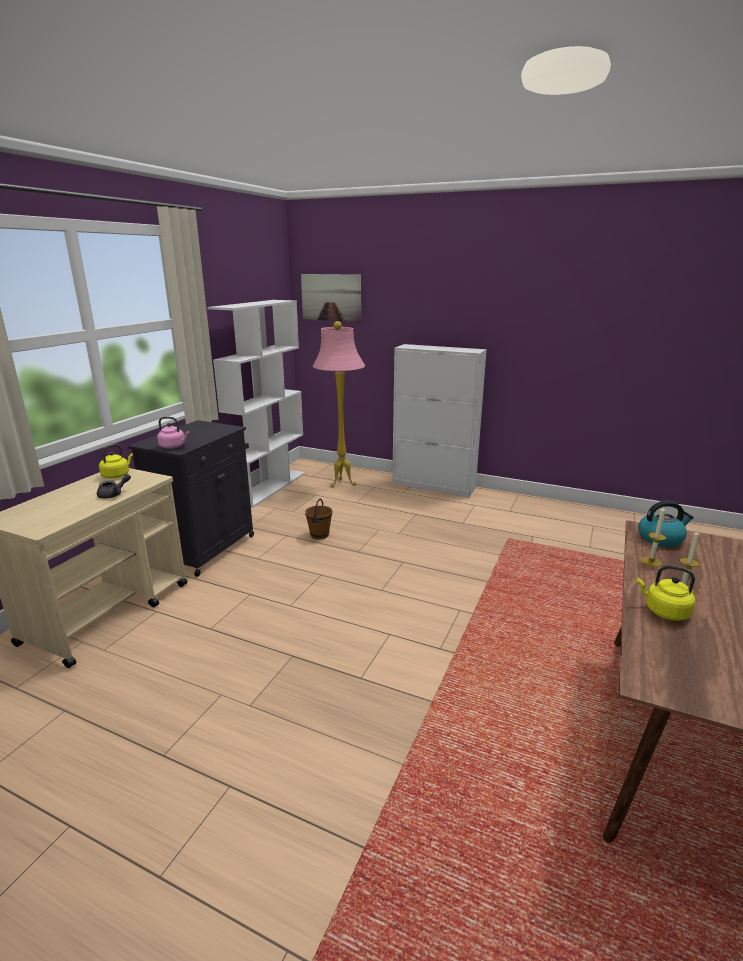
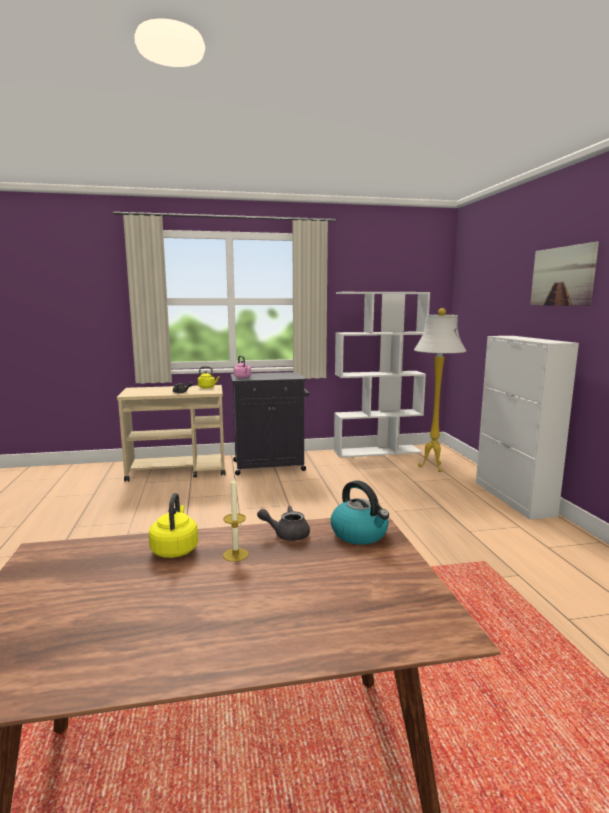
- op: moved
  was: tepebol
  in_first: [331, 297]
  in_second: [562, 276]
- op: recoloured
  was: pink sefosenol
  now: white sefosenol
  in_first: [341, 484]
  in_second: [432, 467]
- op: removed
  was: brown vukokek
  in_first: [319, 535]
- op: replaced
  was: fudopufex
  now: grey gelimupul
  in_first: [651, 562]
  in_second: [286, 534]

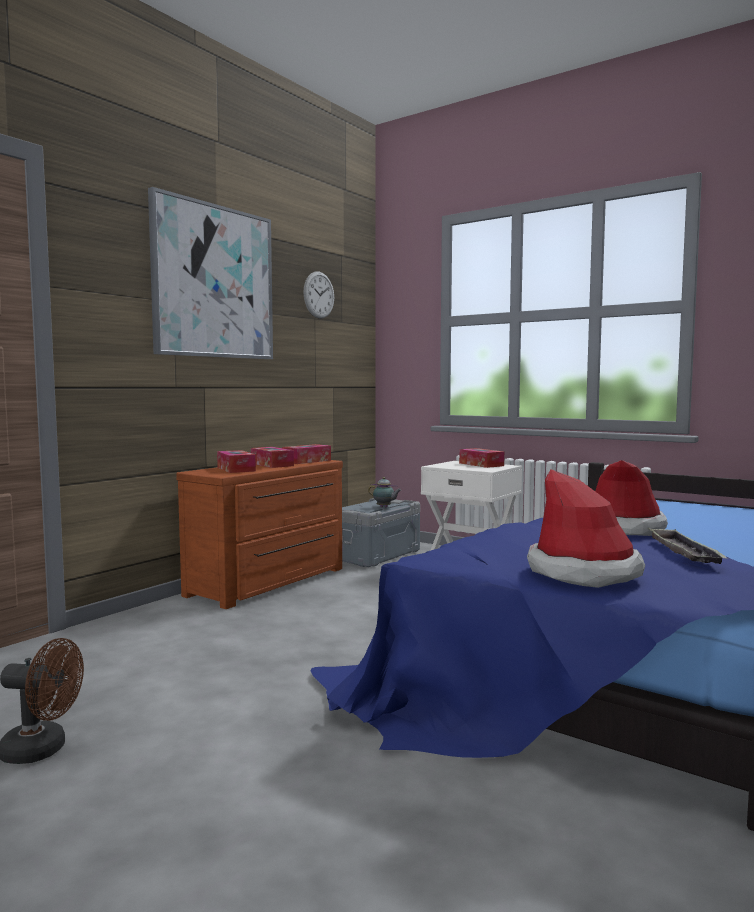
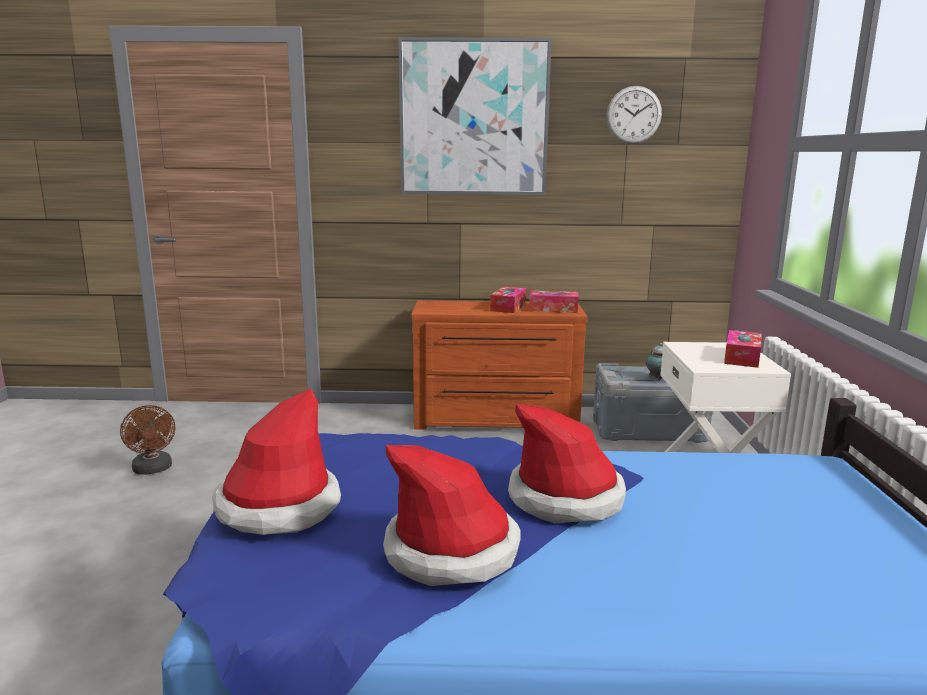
- op: removed
  was: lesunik
  in_first: [236, 469]
- op: replaced
  was: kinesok
  now: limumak
  in_first: [683, 552]
  in_second: [452, 550]

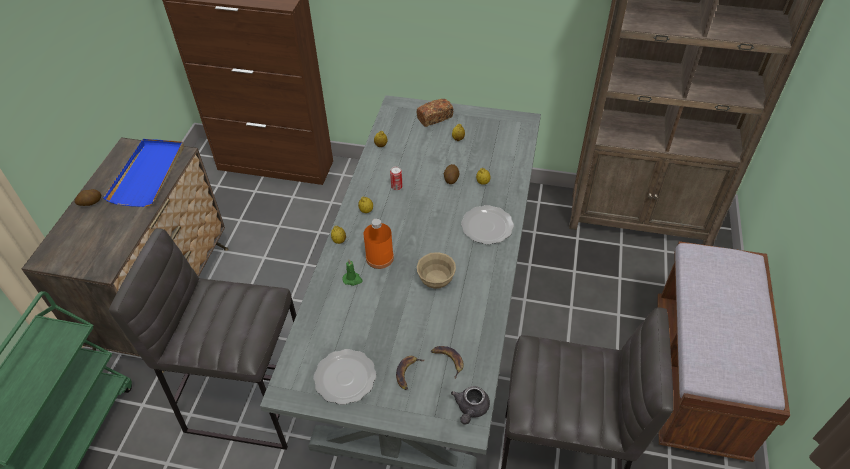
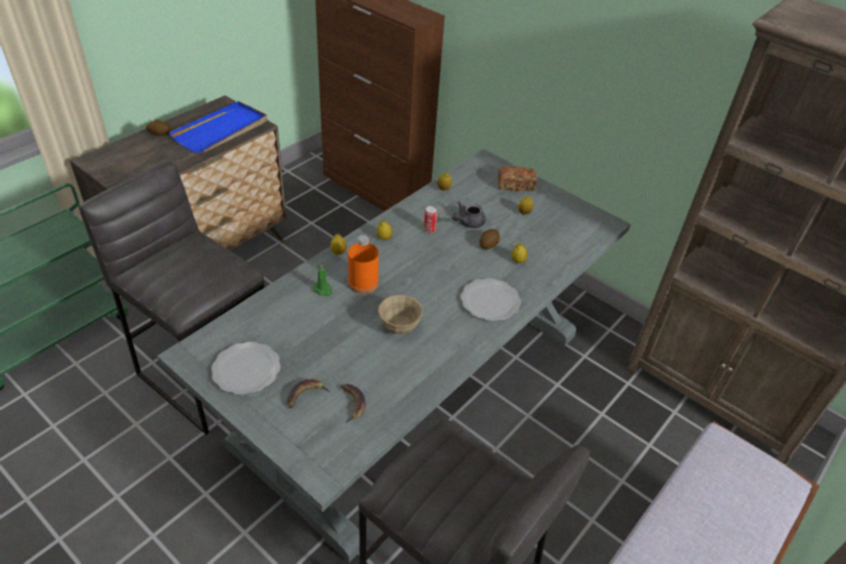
- op: moved
  was: grey gelimupul
  in_first: [470, 409]
  in_second: [467, 222]

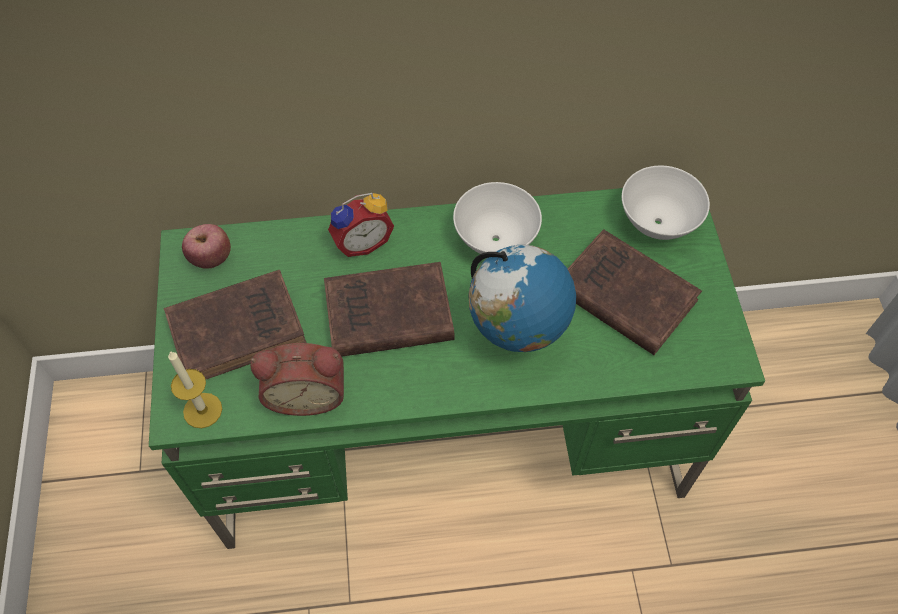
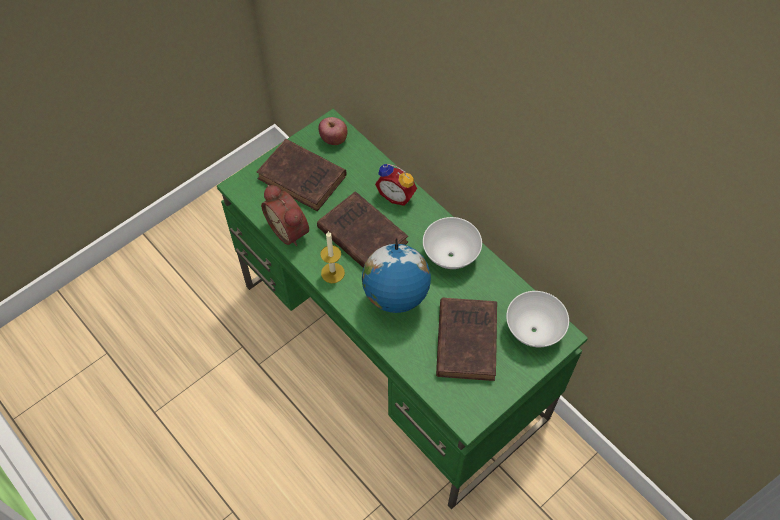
- op: moved
  was: fudopufex
  in_first: [202, 410]
  in_second: [332, 273]

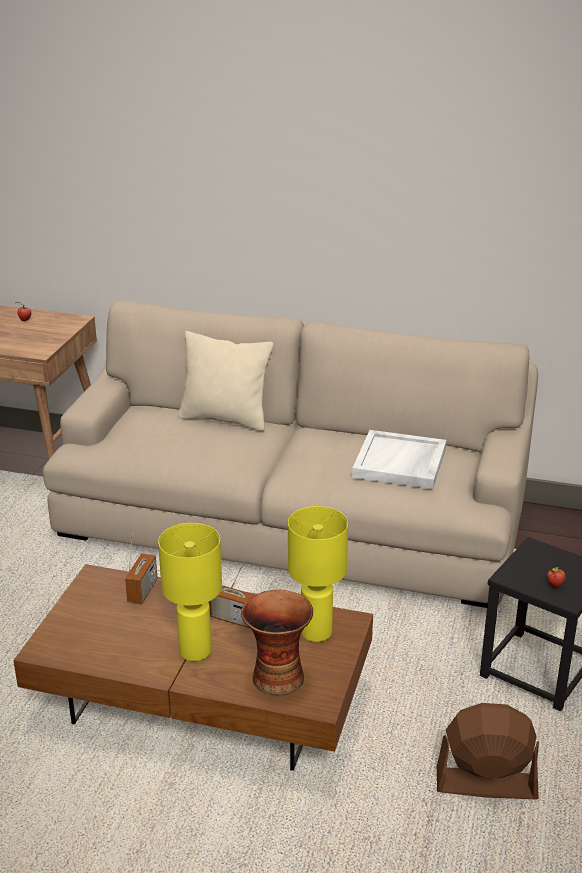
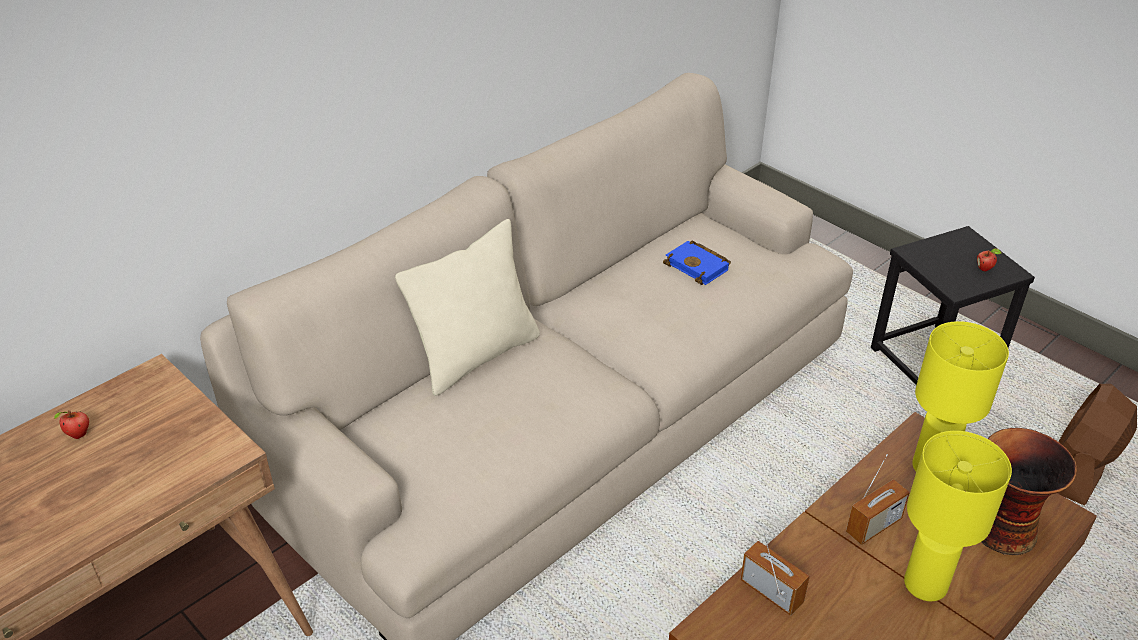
- op: replaced
  was: white kinesok
  now: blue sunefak
  in_first: [400, 463]
  in_second: [699, 266]

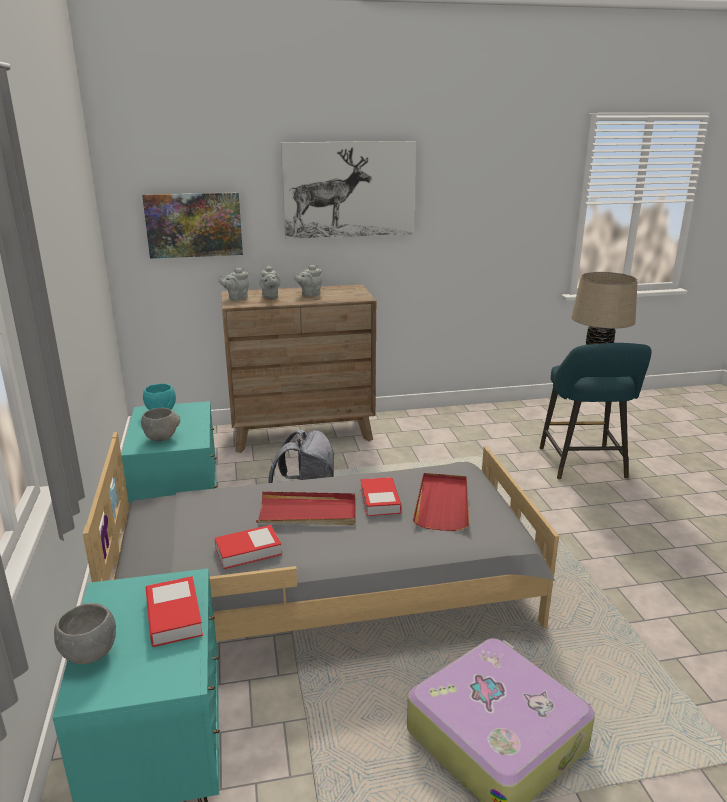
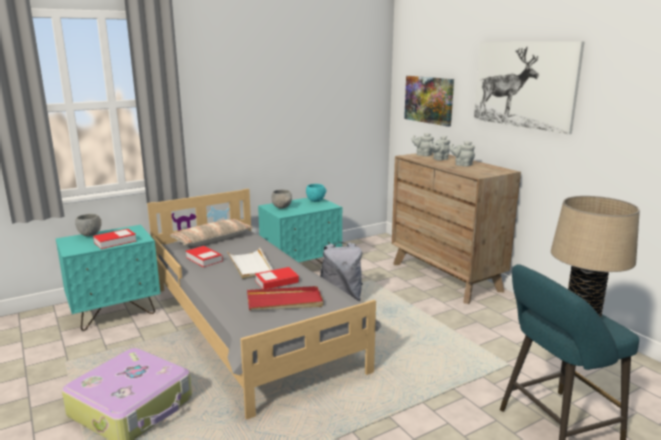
- op: recoloured
  was: red kinesok
  now: white kinesok
  in_first: [308, 513]
  in_second: [250, 265]
- op: added
  now: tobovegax
  in_second: [212, 239]

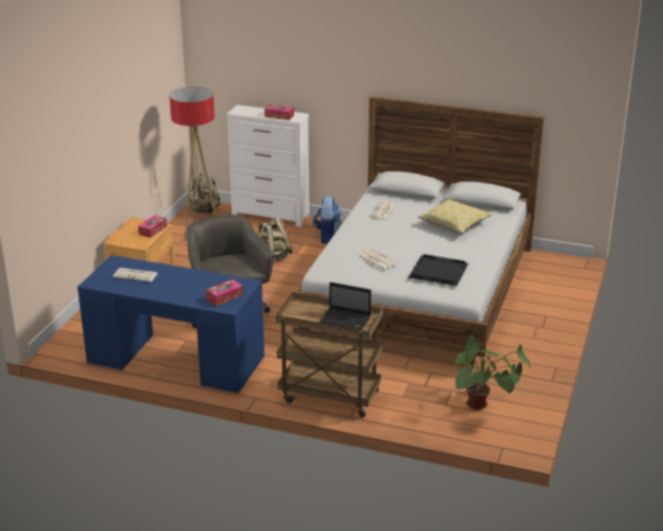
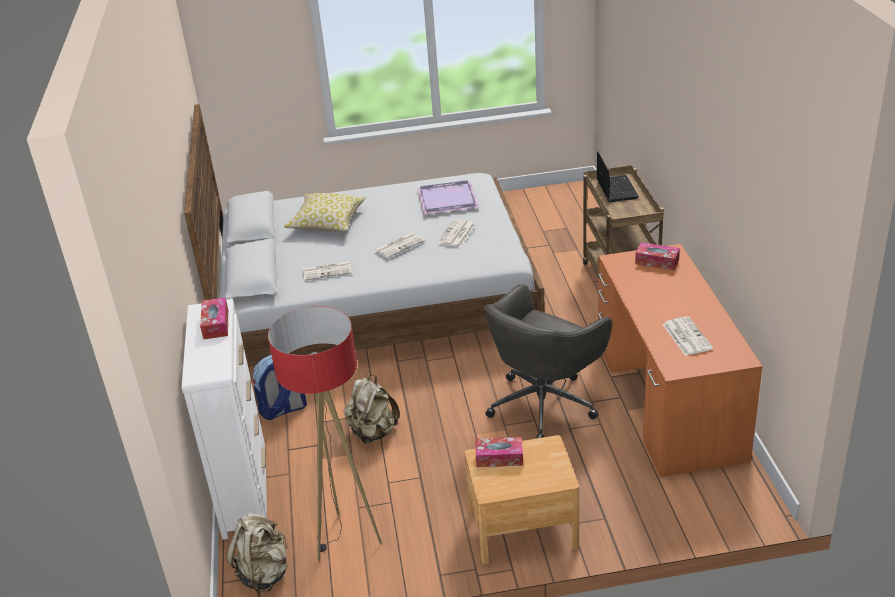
- op: recoloured
  was: black kinesok
  now: purple kinesok
  in_first: [439, 273]
  in_second: [448, 199]
- op: recoloured
  was: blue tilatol
  now: orange tilatol
  in_first: [175, 359]
  in_second: [667, 399]
- op: removed
  was: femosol
  in_first: [485, 409]
- op: added
  now: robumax
  in_second: [399, 245]

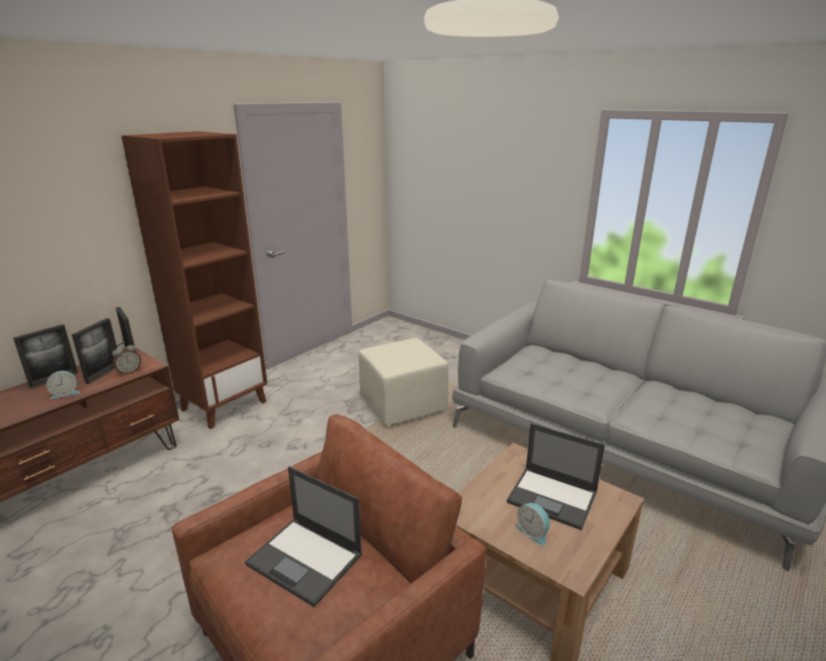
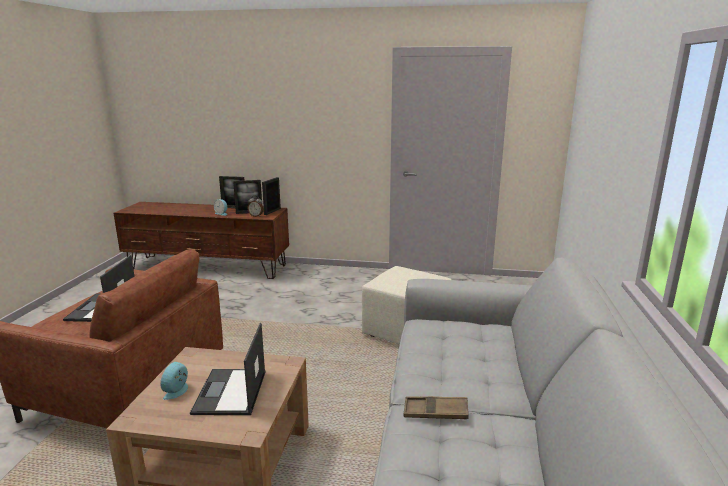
- op: removed
  was: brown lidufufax
  in_first: [224, 405]
- op: added
  now: brown kinesok
  in_second: [435, 412]

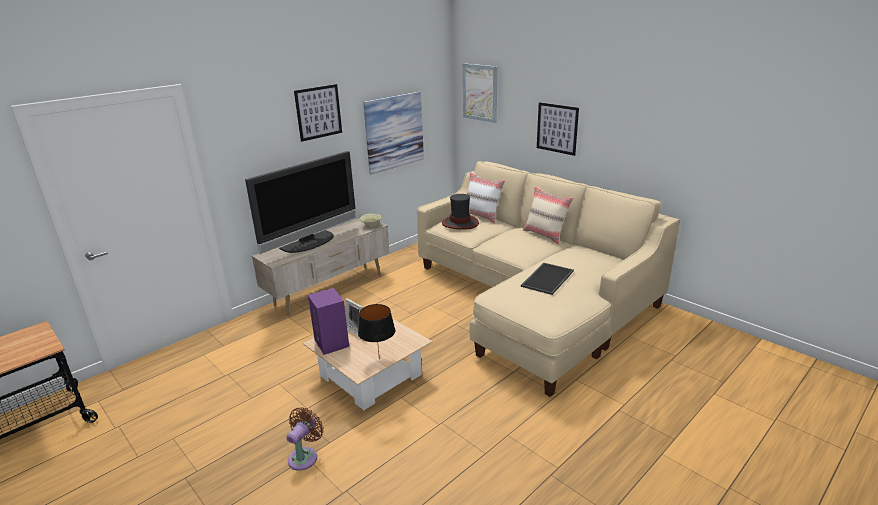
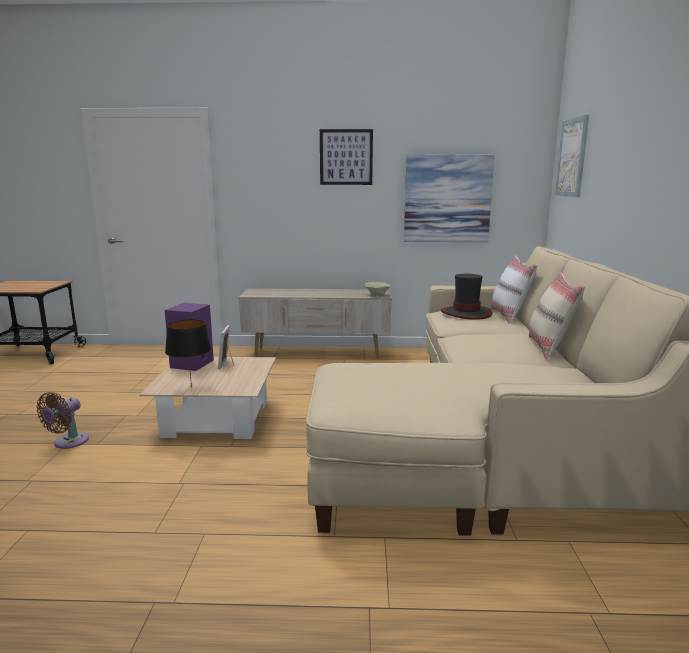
- op: removed
  was: tepebol
  in_first: [557, 128]
- op: removed
  was: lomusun
  in_first: [310, 243]
- op: removed
  was: kinesok
  in_first: [547, 278]
- op: turned
  was: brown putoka
  in_first: [305, 456]
  in_second: [68, 442]
  clockwise: 135

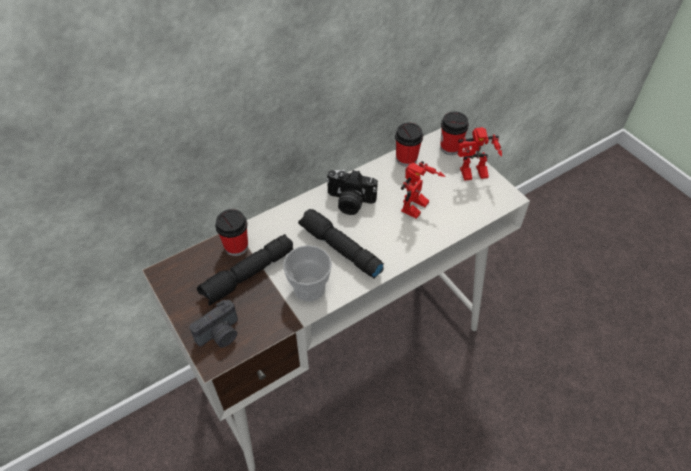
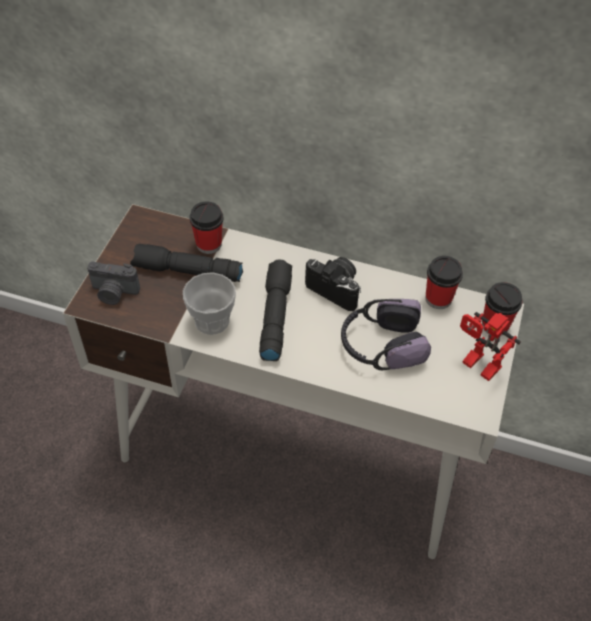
- op: replaced
  was: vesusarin
  now: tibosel
  in_first: [417, 209]
  in_second: [381, 346]
- op: turned
  was: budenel
  in_first: [349, 202]
  in_second: [336, 289]
  clockwise: 150

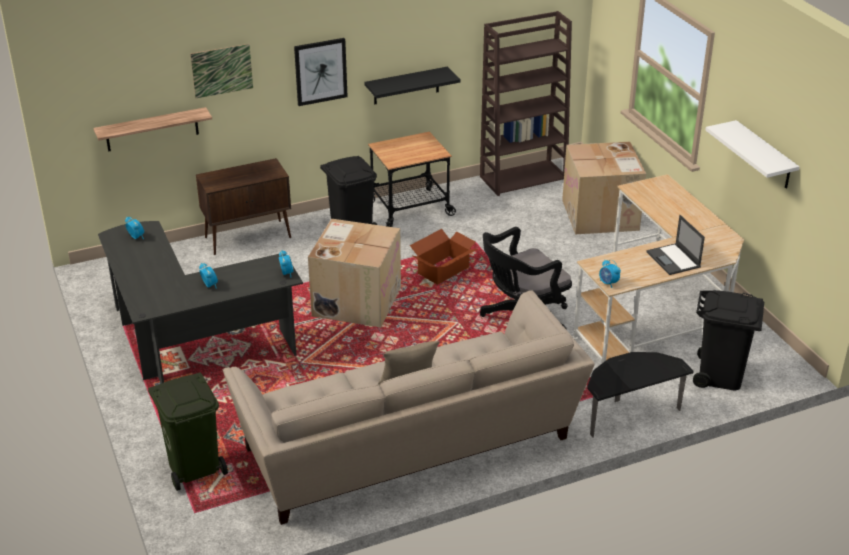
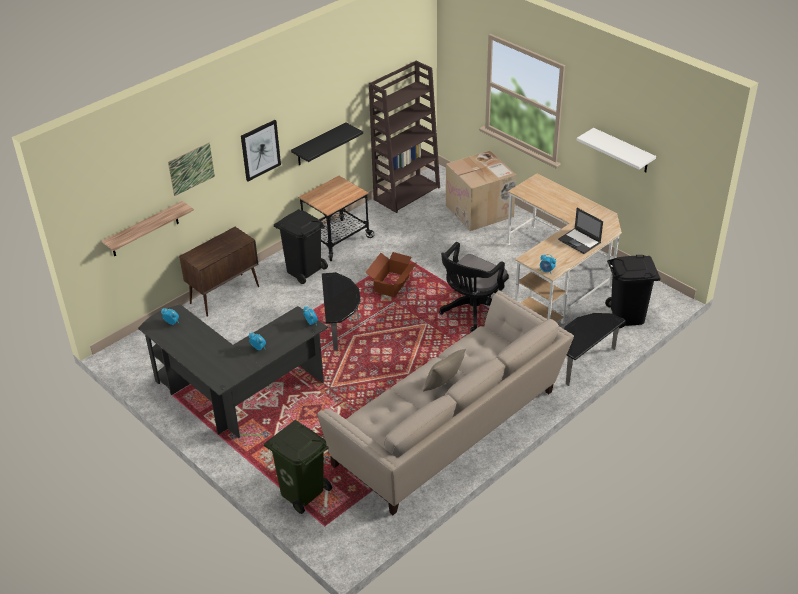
- op: replaced
  was: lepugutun
  now: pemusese
  in_first: [356, 301]
  in_second: [341, 326]

